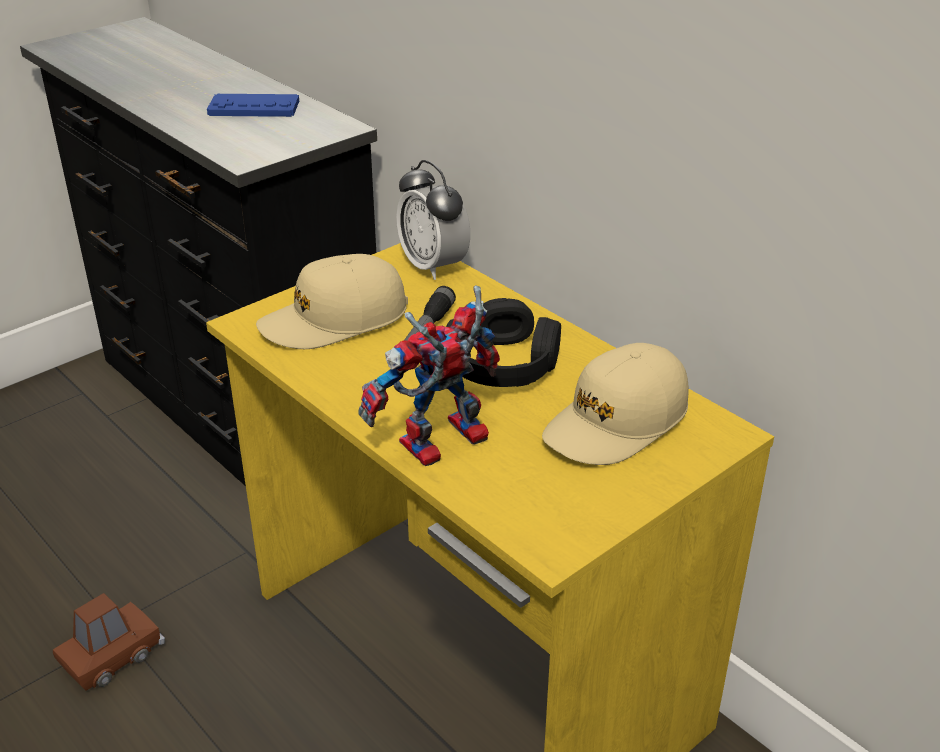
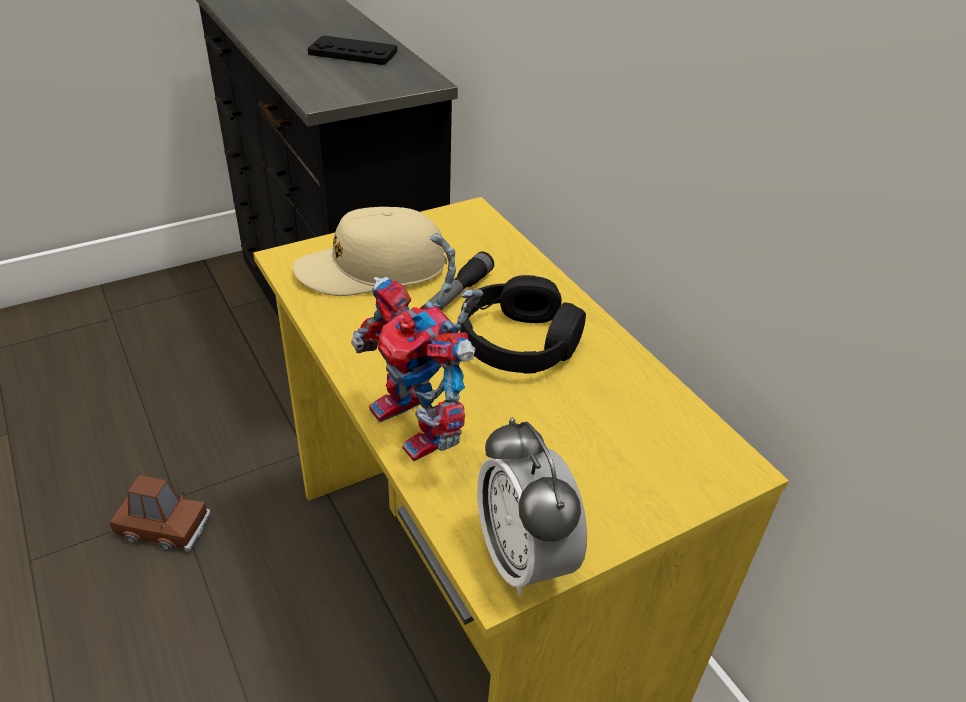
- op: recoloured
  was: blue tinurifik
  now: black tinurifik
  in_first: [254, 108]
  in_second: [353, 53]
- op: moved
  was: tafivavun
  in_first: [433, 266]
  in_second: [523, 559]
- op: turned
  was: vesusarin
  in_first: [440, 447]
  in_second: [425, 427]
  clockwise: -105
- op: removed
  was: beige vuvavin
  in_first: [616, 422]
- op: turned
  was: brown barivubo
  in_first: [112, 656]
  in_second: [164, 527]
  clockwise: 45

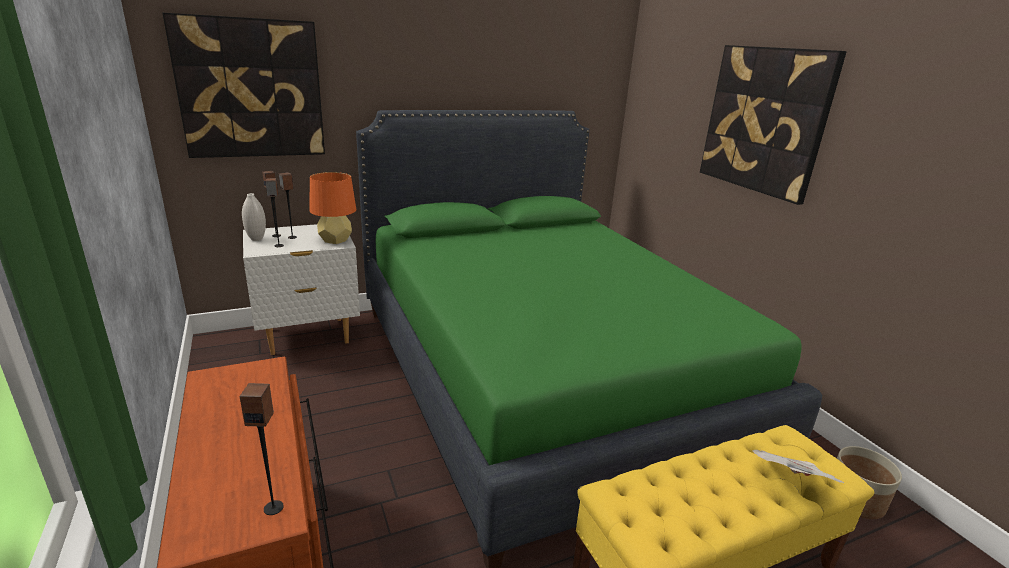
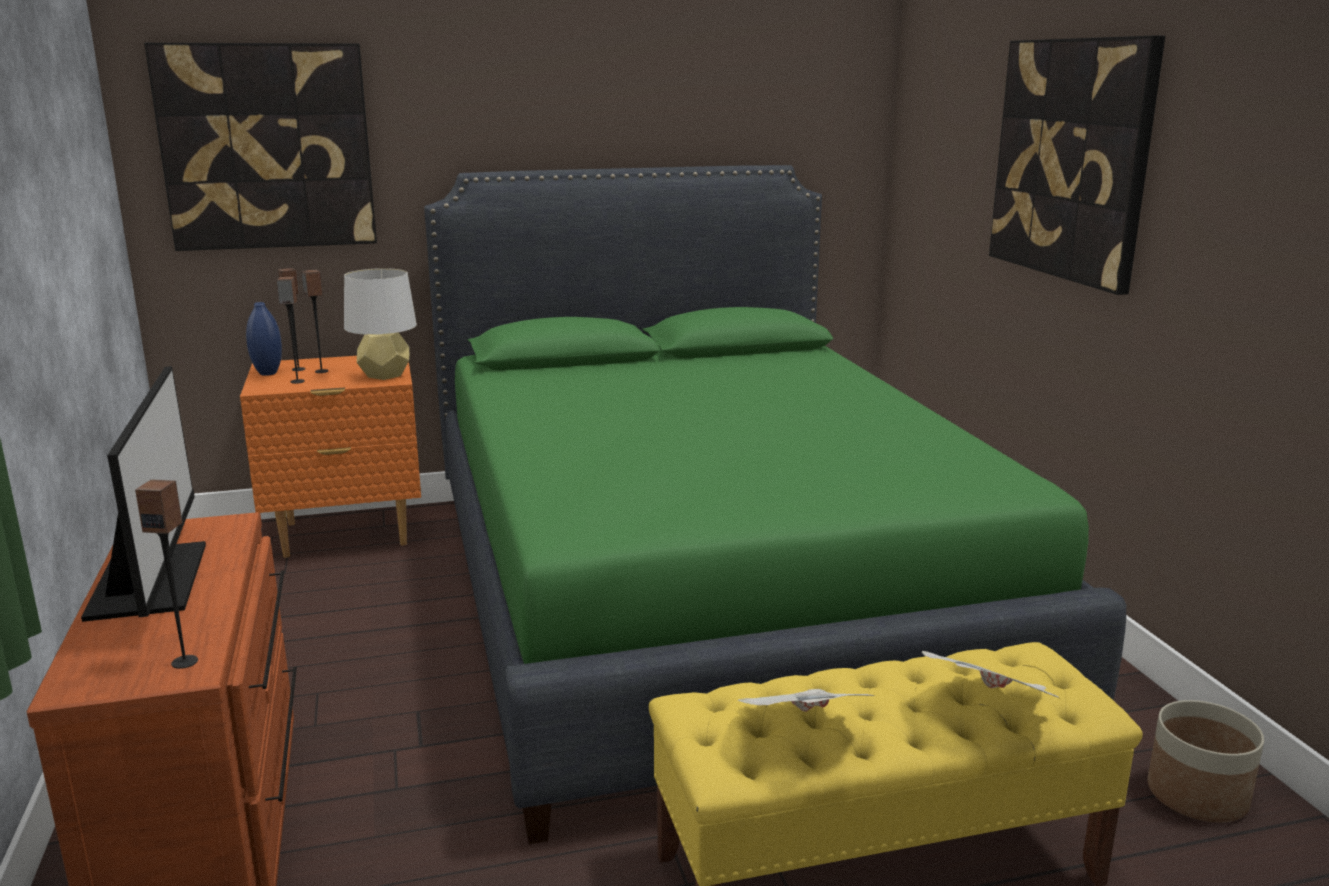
- op: recoloured
  was: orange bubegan
  now: grey bubegan
  in_first: [335, 240]
  in_second: [385, 375]
- op: recoloured
  was: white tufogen
  now: blue tufogen
  in_first: [256, 239]
  in_second: [268, 373]
- op: recoloured
  was: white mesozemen
  now: orange mesozemen
  in_first: [308, 336]
  in_second: [346, 534]
- op: added
  now: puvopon
  in_second: [152, 580]
- op: added
  now: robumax
  in_second: [802, 730]

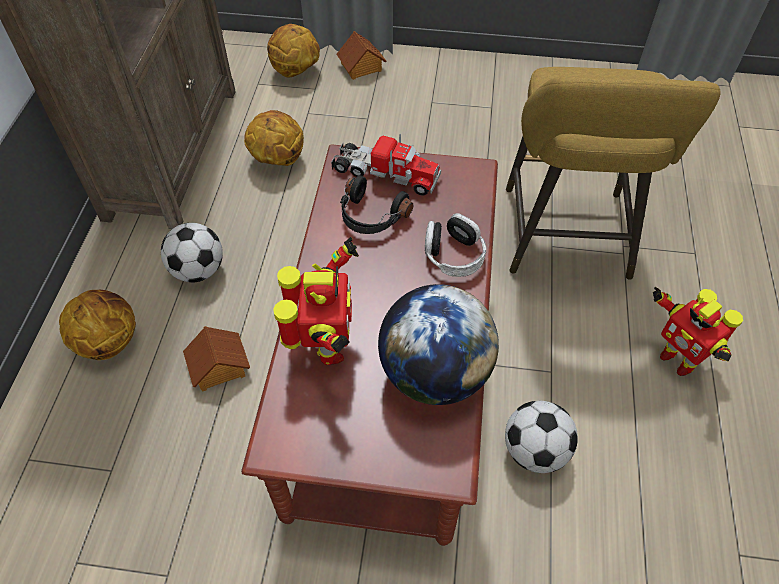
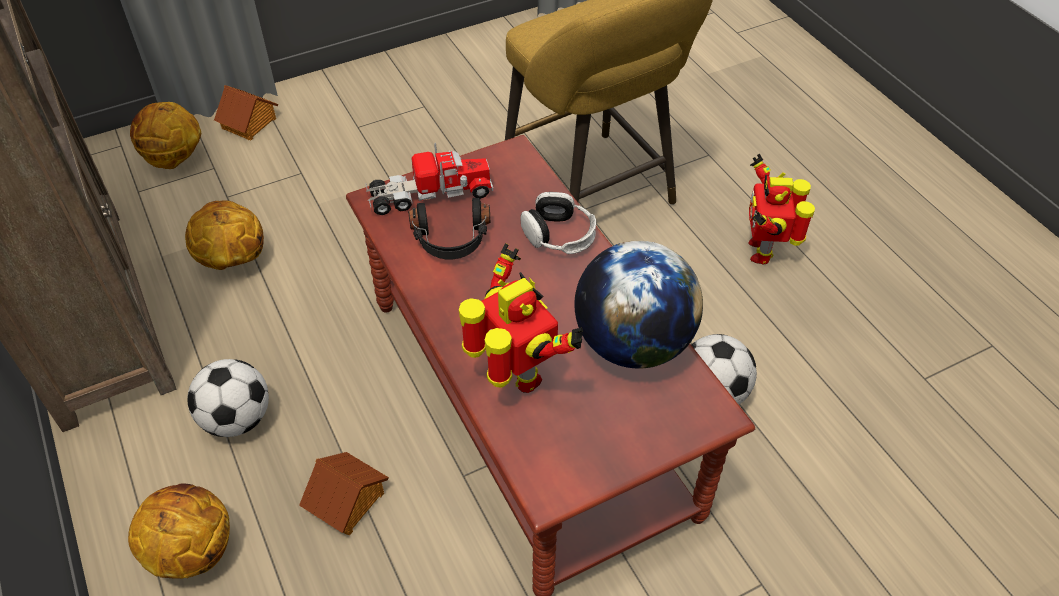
- op: turned
  was: vesusarin
  in_first: [677, 358]
  in_second: [763, 250]
  clockwise: 75

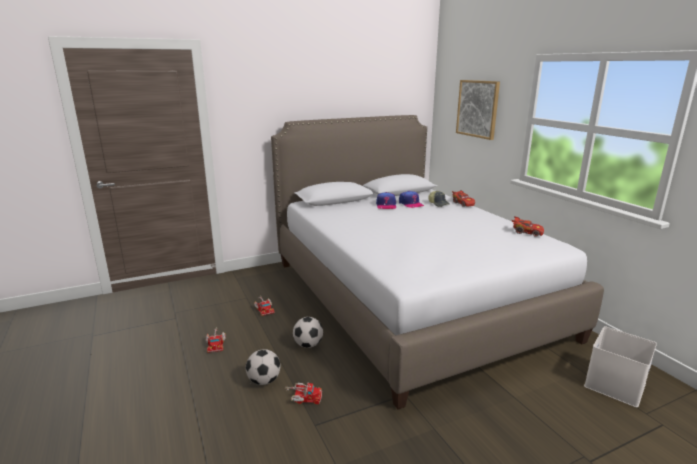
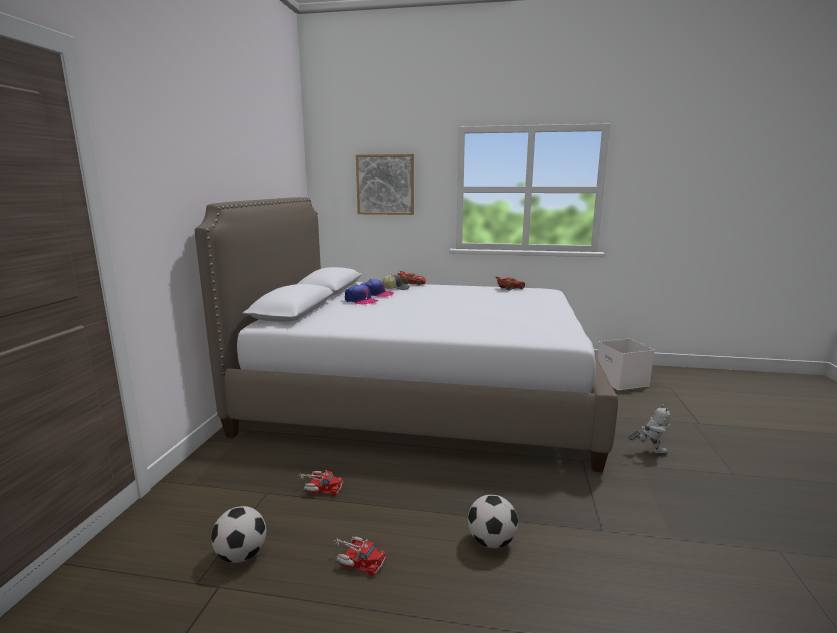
- op: moved
  was: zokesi
  in_first: [308, 345]
  in_second: [241, 555]
- op: removed
  was: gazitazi
  in_first: [303, 397]
- op: added
  now: vesusarin
  in_second: [648, 452]

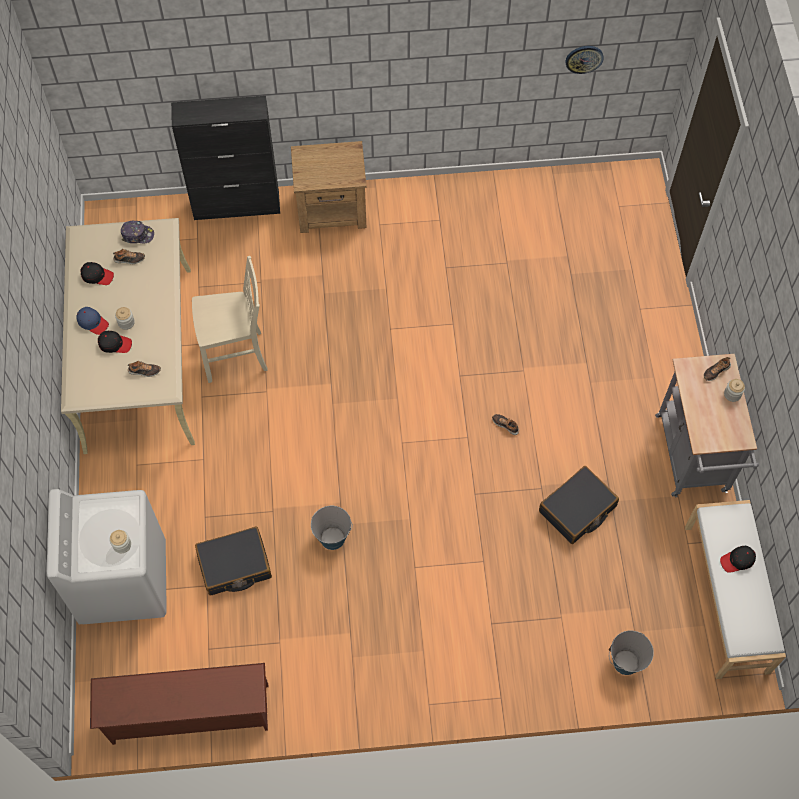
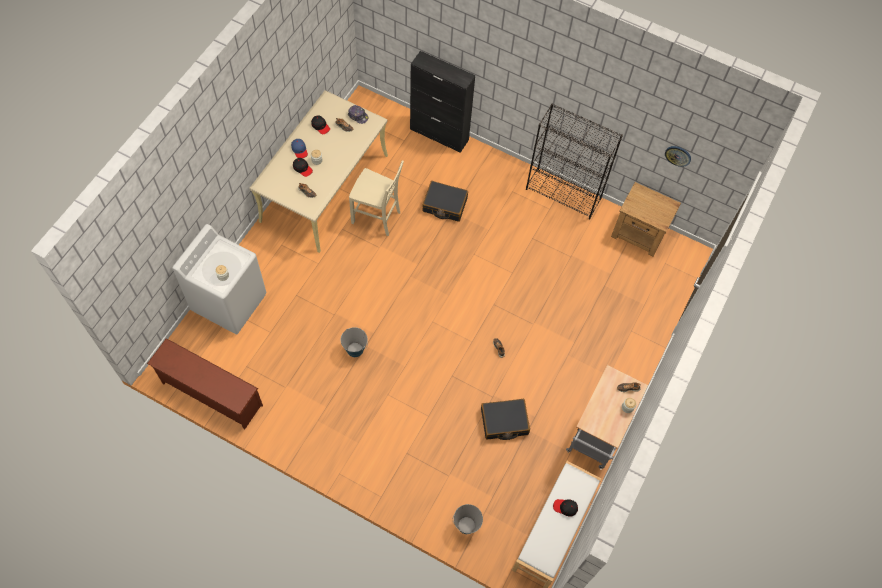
- op: moved
  was: brown mesozemen
  in_first: [332, 209]
  in_second: [639, 233]
- op: moved
  was: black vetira
  in_first: [234, 565]
  in_second: [444, 205]
- op: added
  now: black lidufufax
  in_second: [563, 194]

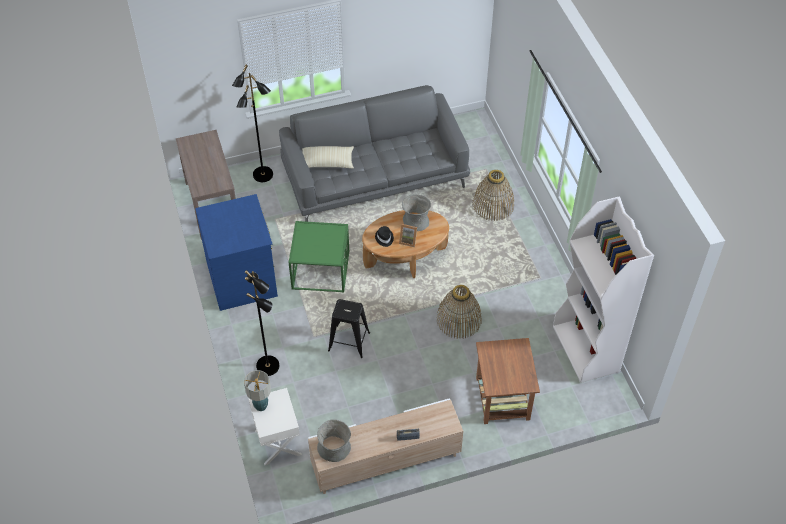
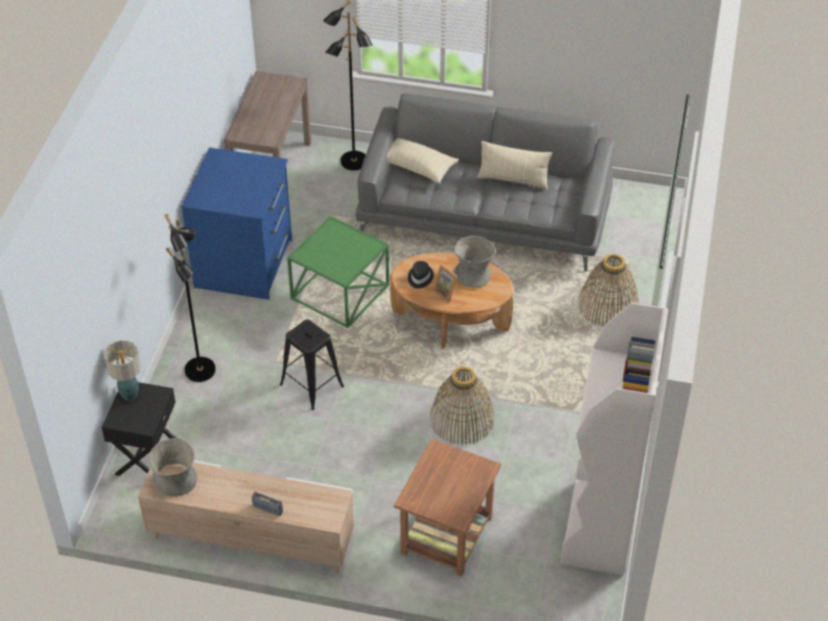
- op: recoloured
  was: white mesozemen
  now: black mesozemen
  in_first: [277, 443]
  in_second: [147, 457]
- op: added
  now: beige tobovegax
  in_second: [513, 180]

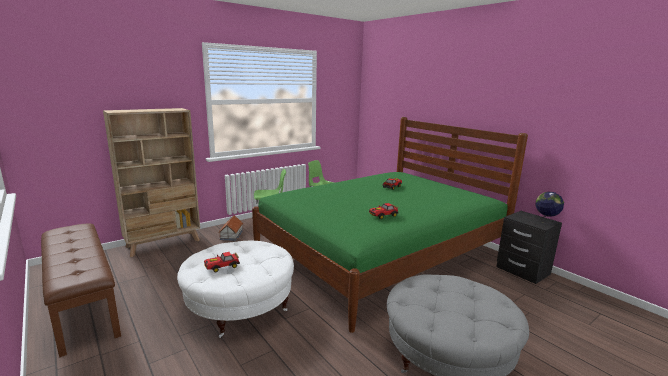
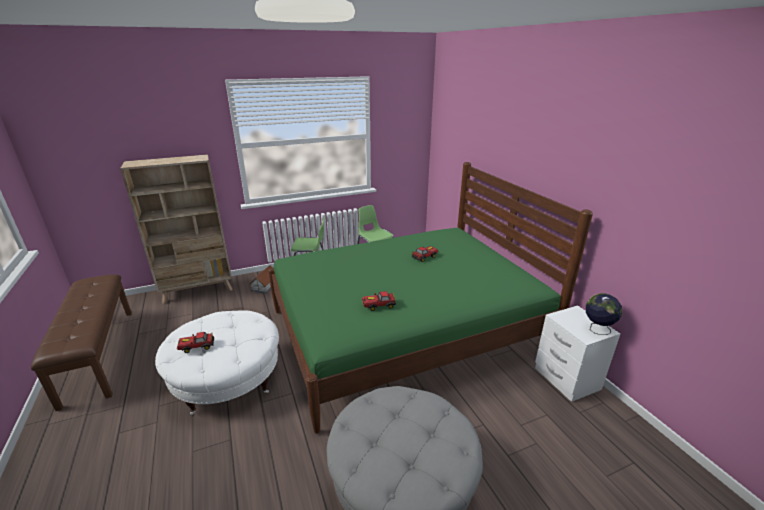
- op: recoloured
  was: black mesozemen
  now: white mesozemen
  in_first: [522, 270]
  in_second: [566, 379]

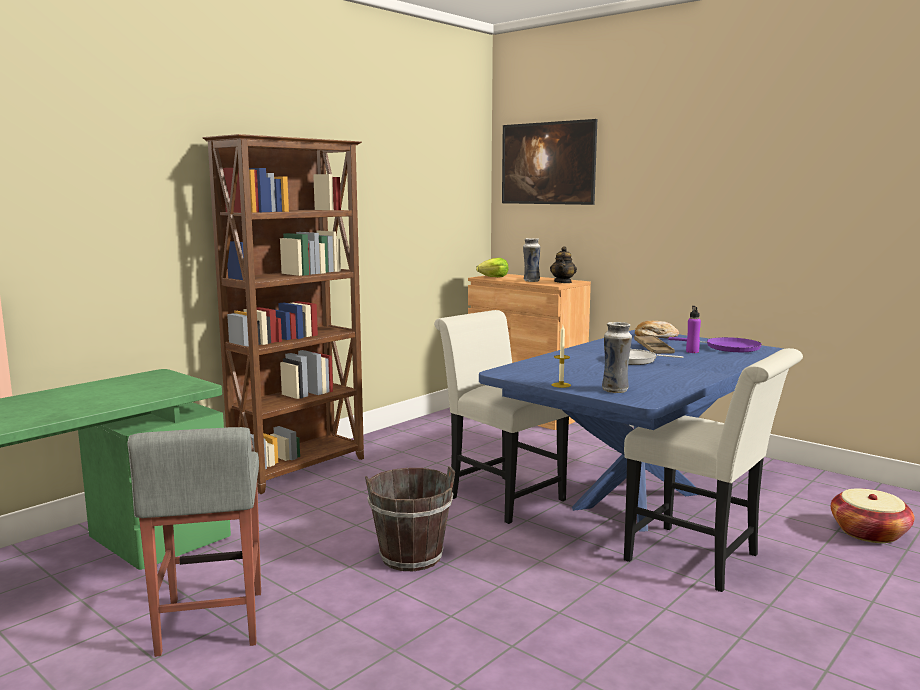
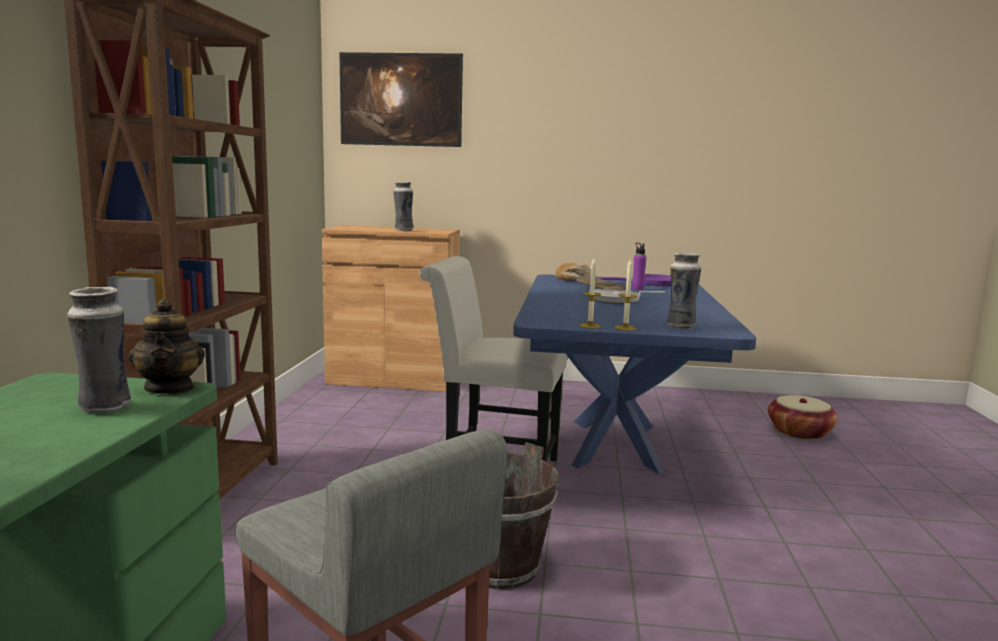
- op: moved
  was: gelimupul
  in_first: [563, 282]
  in_second: [170, 388]
- op: removed
  was: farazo
  in_first: [493, 277]
- op: removed
  was: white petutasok
  in_first: [701, 560]
- op: added
  now: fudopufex
  in_second: [590, 326]
- op: added
  now: tufogen
  in_second: [104, 408]

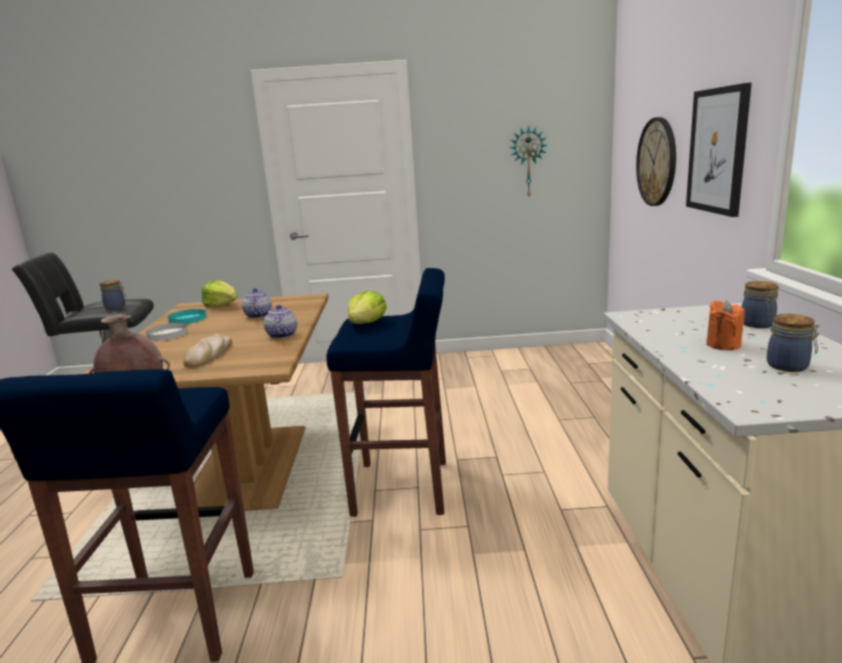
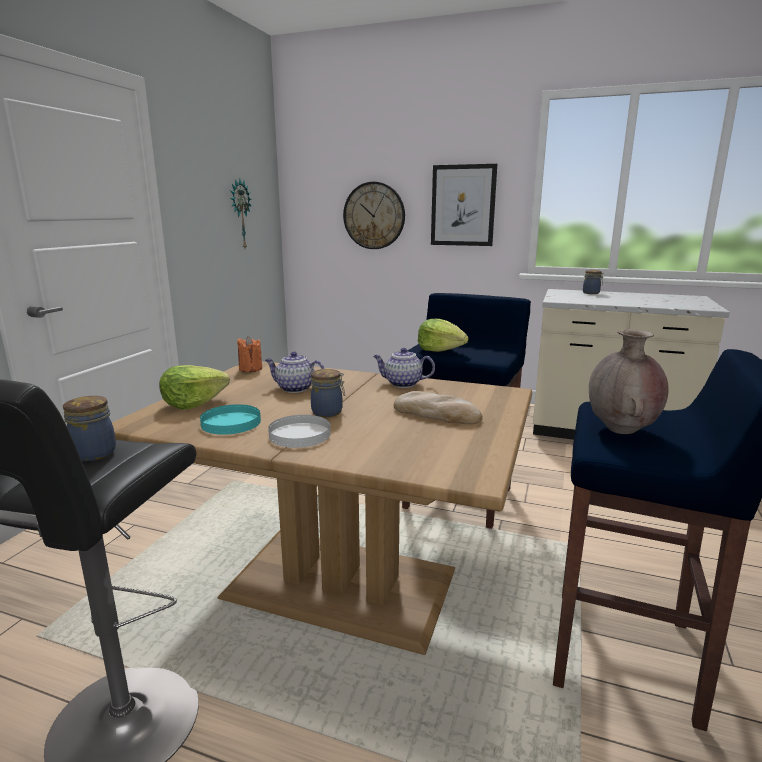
- op: moved
  was: orange fudopufex
  in_first: [723, 345]
  in_second: [250, 369]
- op: moved
  was: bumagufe
  in_first: [789, 366]
  in_second: [328, 412]

